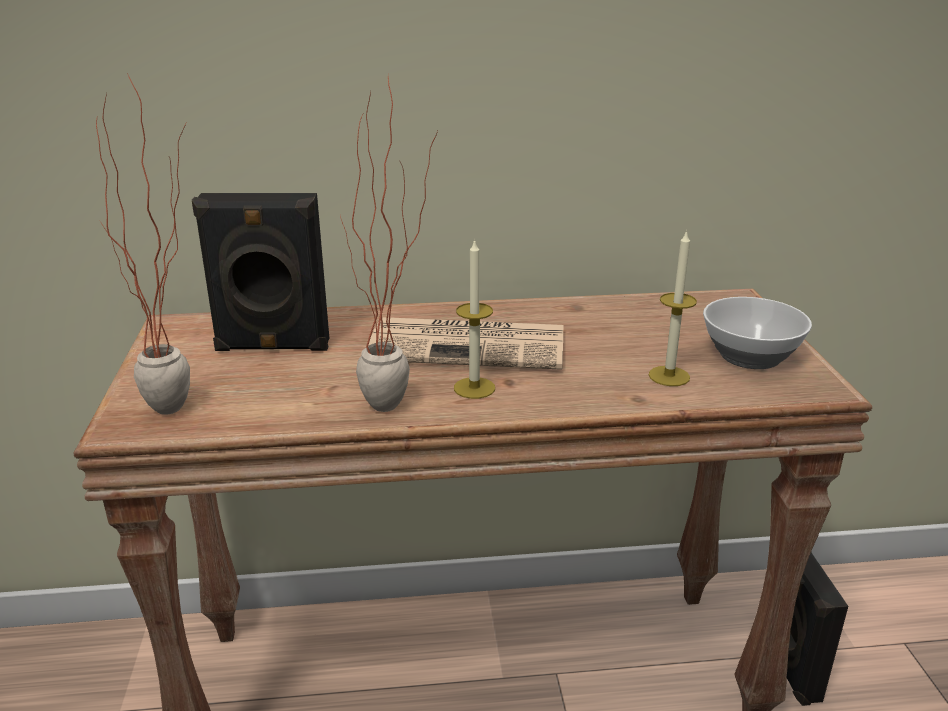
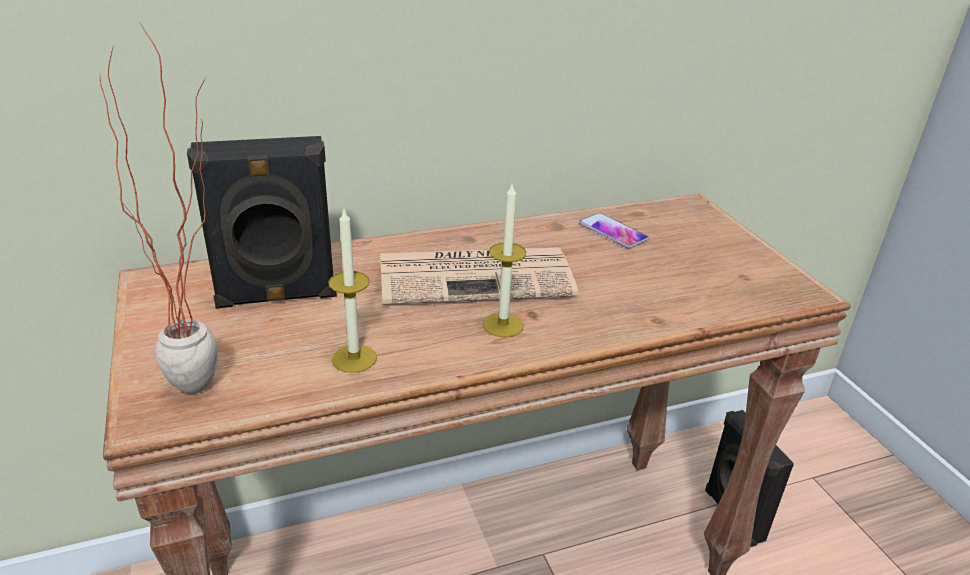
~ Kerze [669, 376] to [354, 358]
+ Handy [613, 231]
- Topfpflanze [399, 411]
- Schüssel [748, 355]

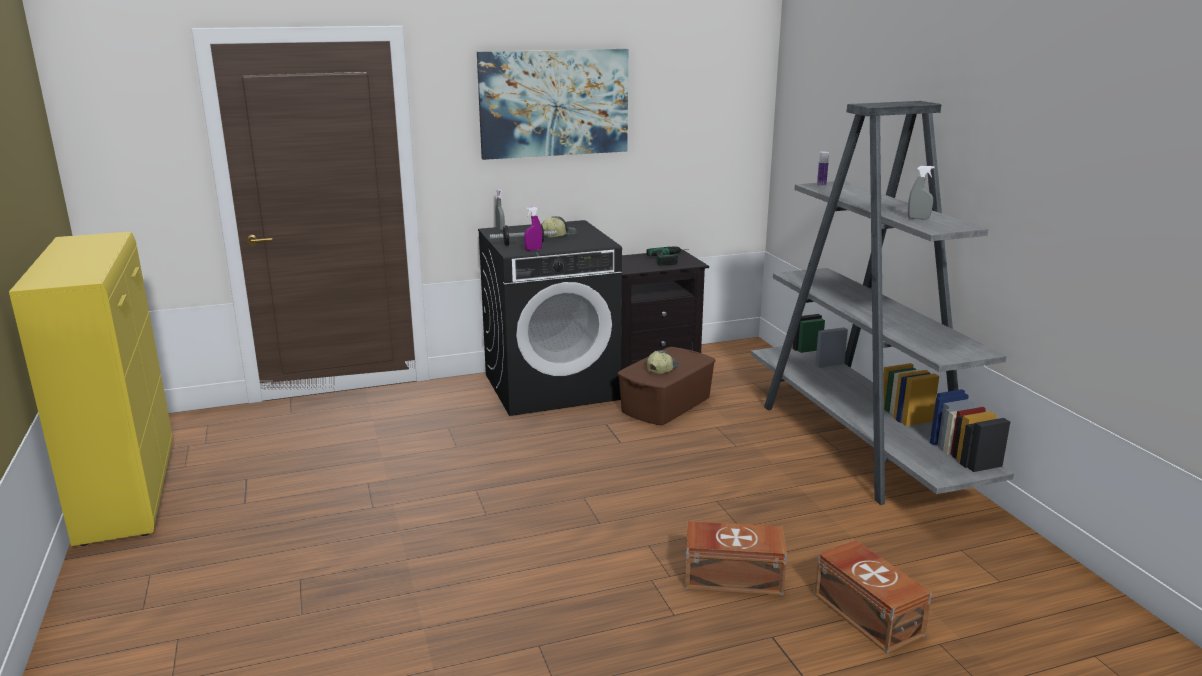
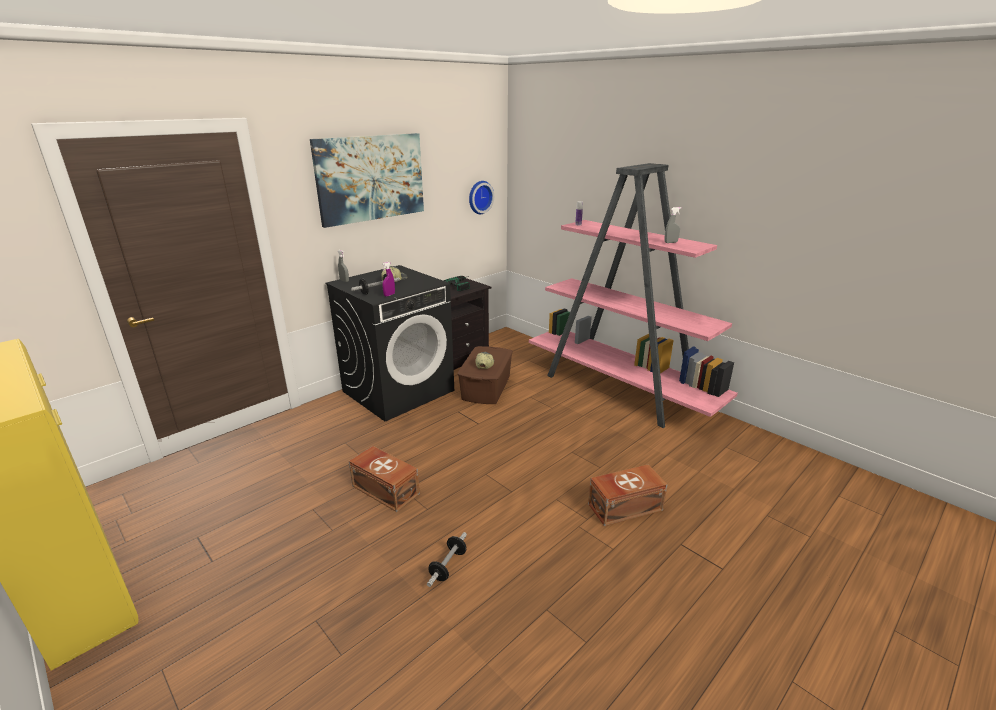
~ Aufbewahrungsbox/braun [867, 613] to [385, 489]
+ Hantel [448, 566]
+ Wanduhr [479, 197]
~ Bücherregal/grau [859, 445] to Bücherregal/rosa [620, 390]

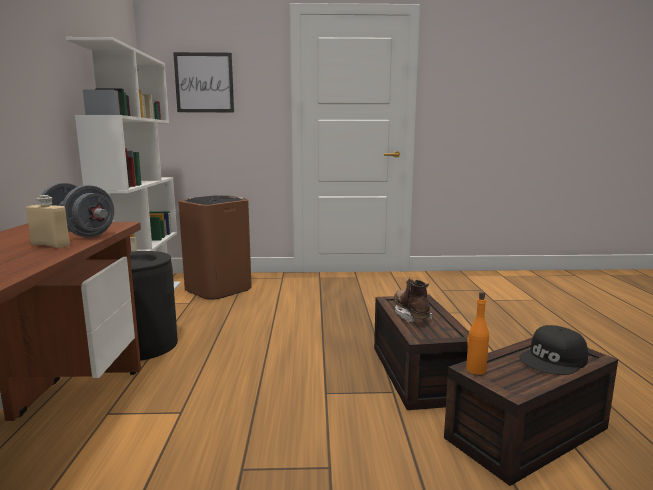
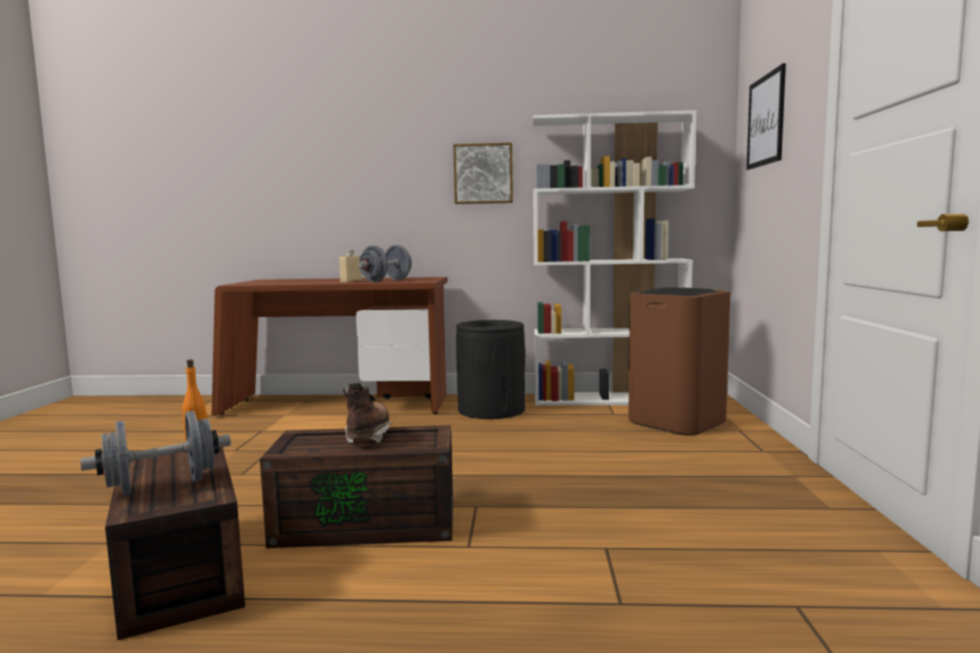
~ Kappe/schwarz [554, 360] to Hantel/grau [162, 485]
~ Stiefel/braun [411, 315] = [368, 436] 75 degrees counterclockwise
+ Bild [483, 174]

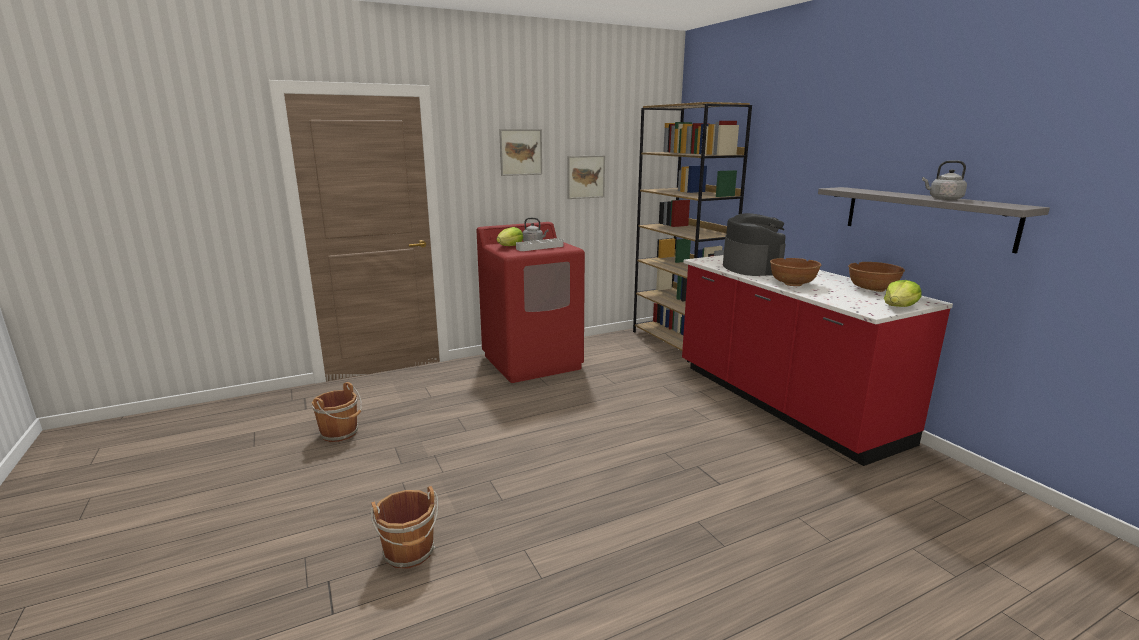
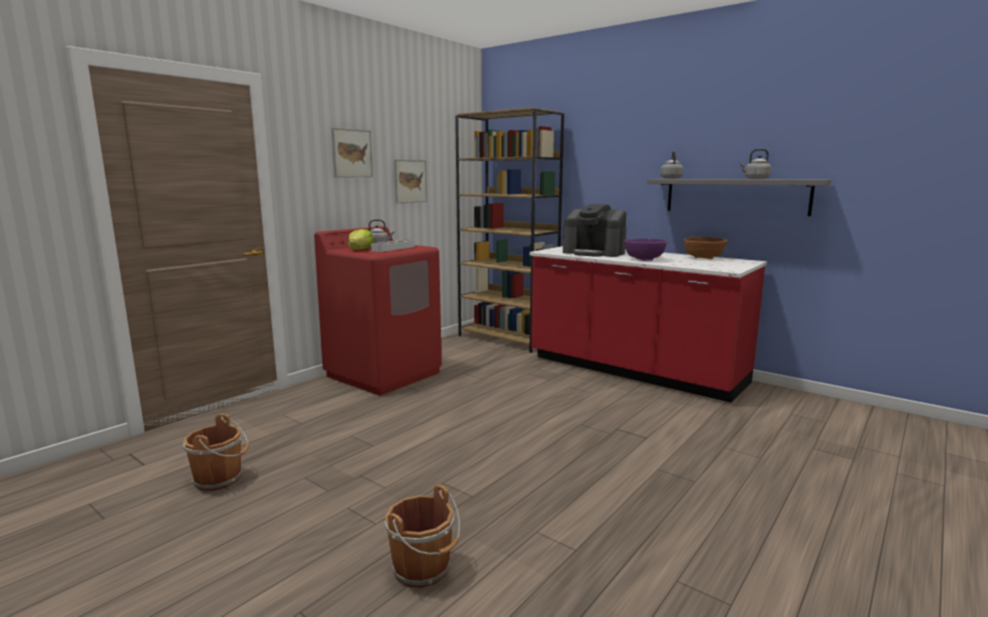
~ Kaffeemaschine [751, 267] = [594, 253] 150 degrees clockwise
~ Schüssel/braun [792, 283] to Schüssel/lila [644, 259]
+ Wasserkessel/grau [671, 178]
- Salatkopf [899, 307]

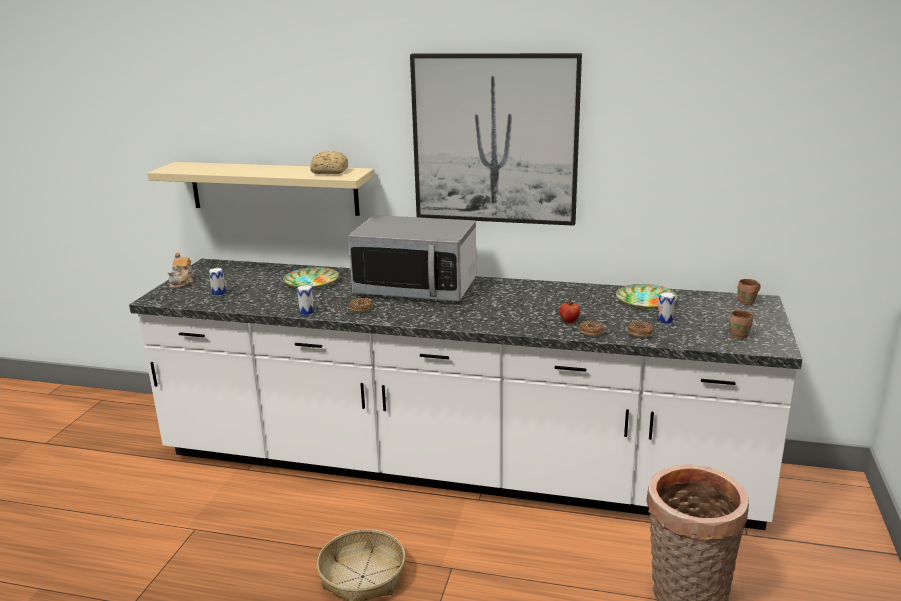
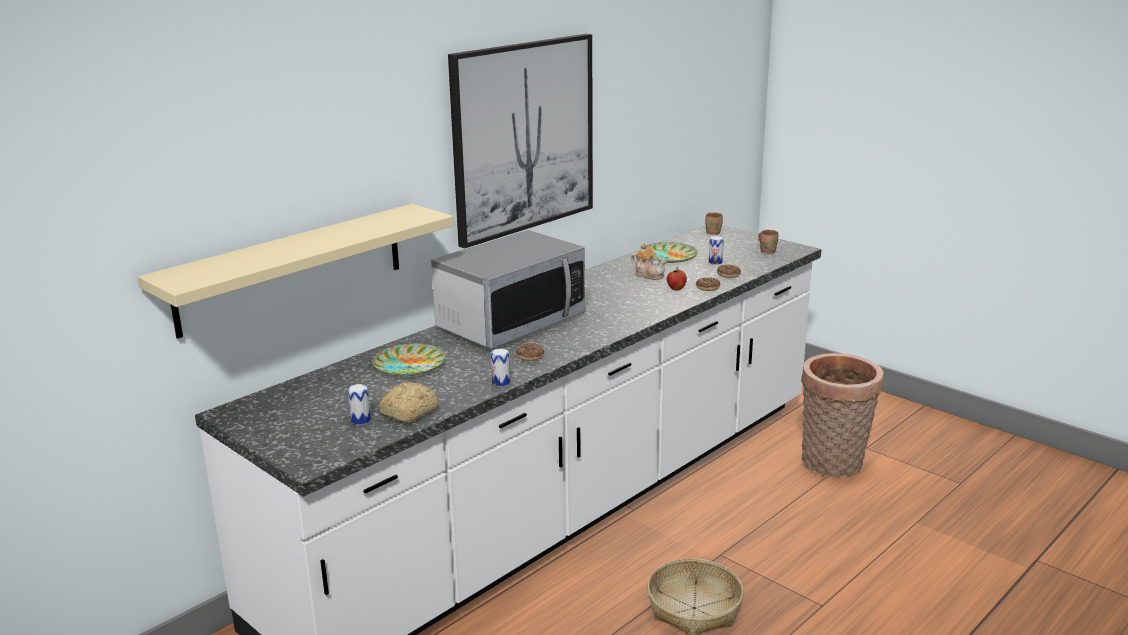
~ Brot [329, 171] to [408, 413]
~ Teekanne [182, 283] to [649, 275]

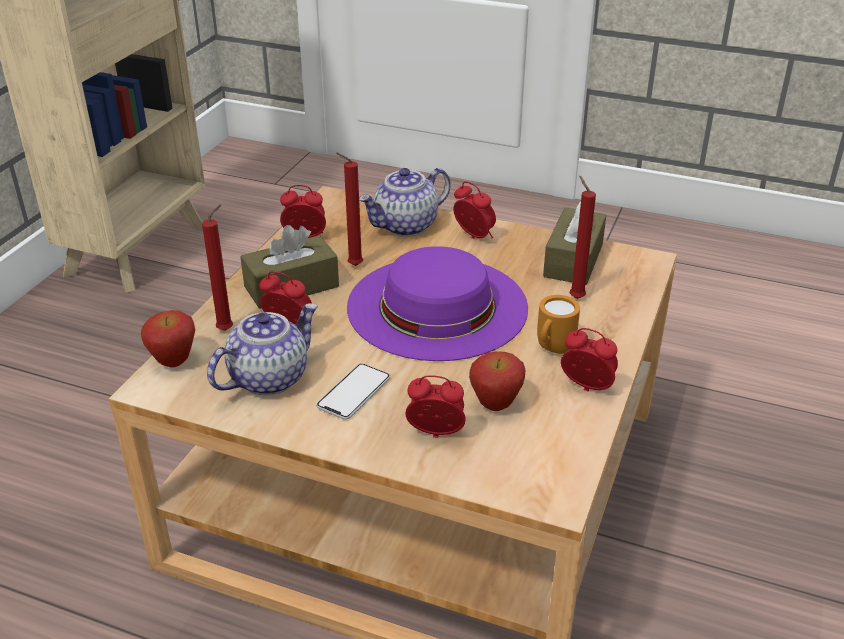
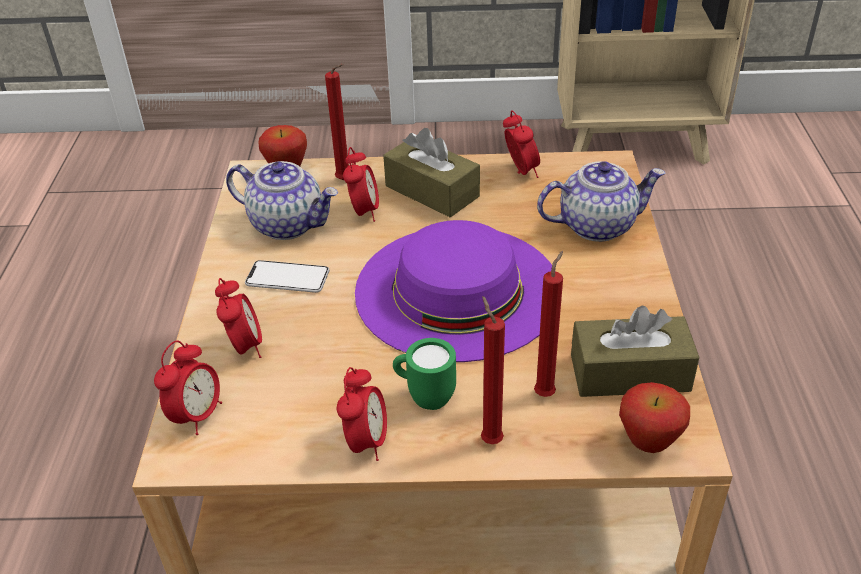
~ Wecker [474, 237] to [197, 415]
~ Henkelbecher/orange [552, 350] to Henkelbecher/grün [425, 397]
~ Kerze/rot [352, 266] to [490, 439]
~ Teekanne [406, 226] = [597, 225] 135 degrees clockwise
~ Apfel [495, 405] to [648, 443]

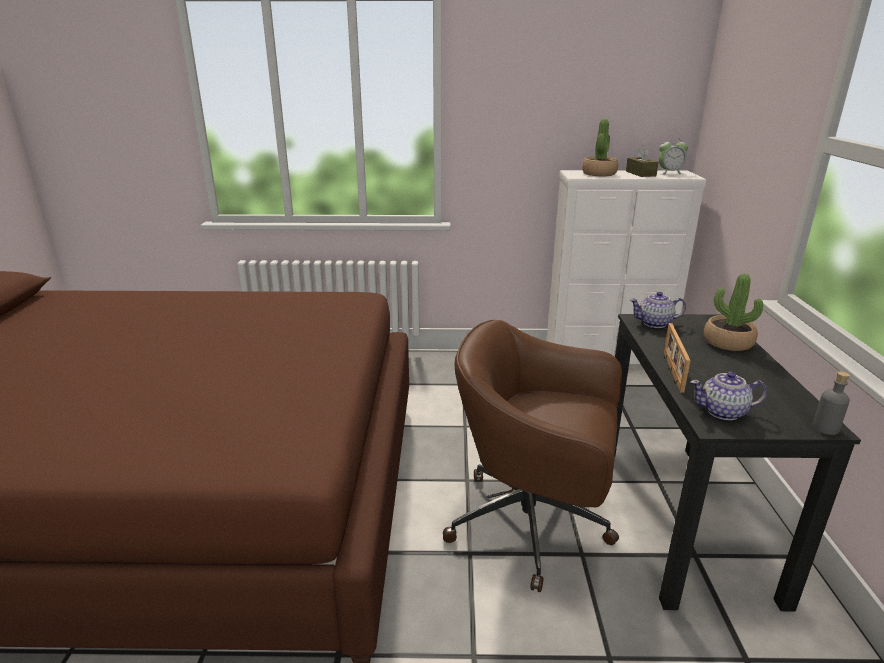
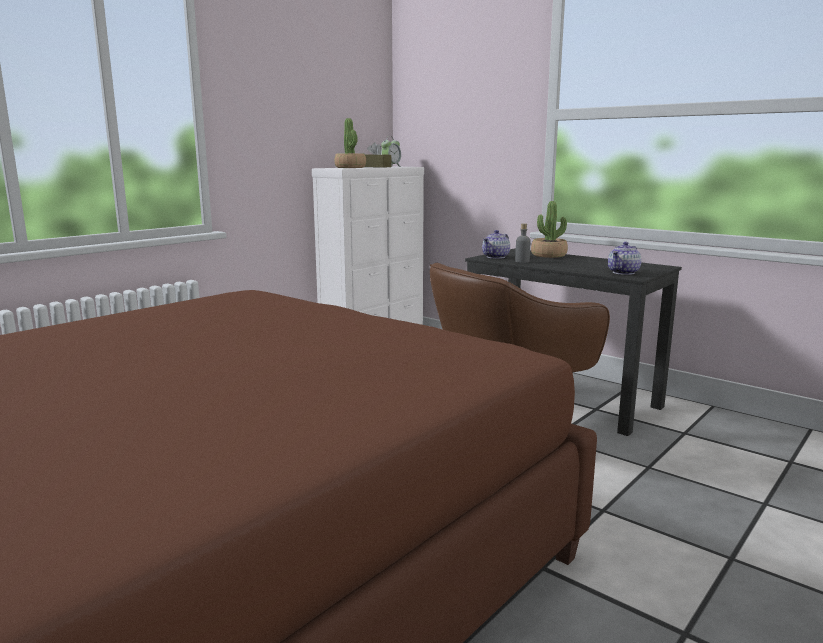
~ Flasche/grau [825, 428] to [522, 261]
- Bilderrahmen [671, 371]

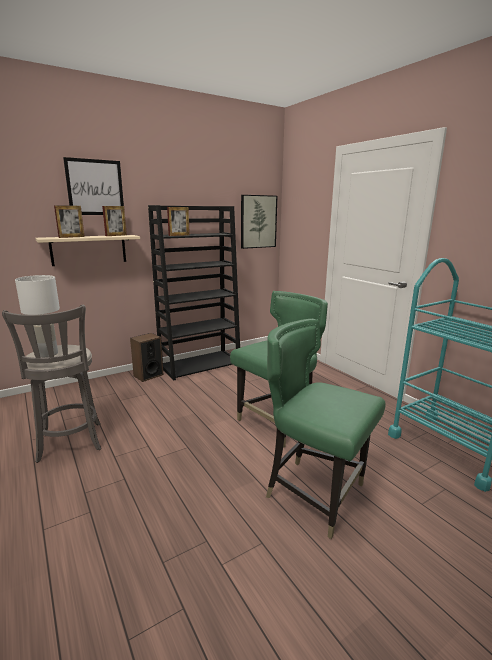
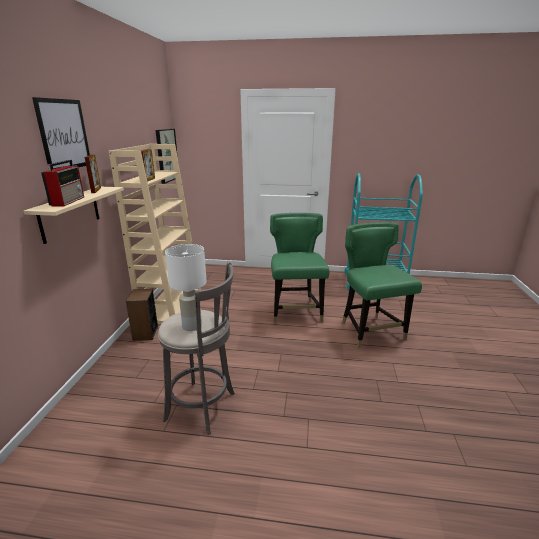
~ Bilderrahmen [71, 237] to Radio [68, 201]
~ Bücherregal/schwarz [200, 364] to Bücherregal/beige [171, 304]
~ Stuhl/grün [315, 493] = [371, 331] 90 degrees clockwise

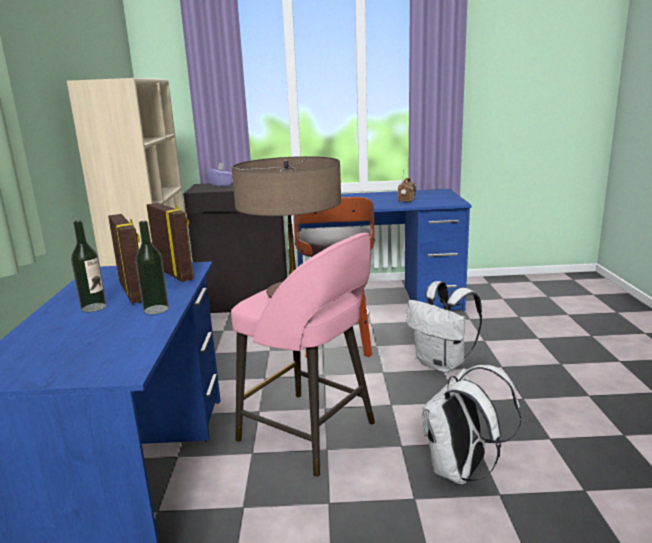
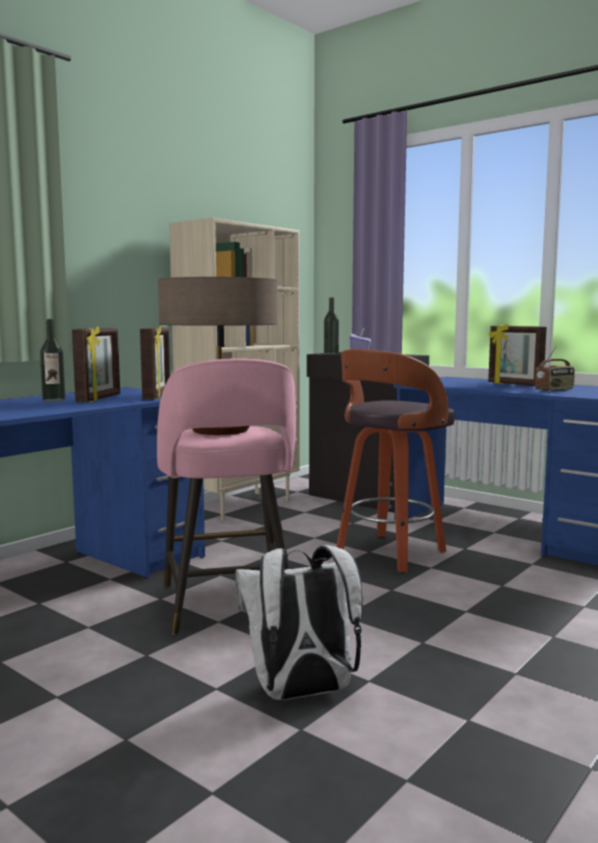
~ Flasche [156, 309] to [331, 353]
+ Bilderrahmen [514, 384]
- Rucksack/weiß [442, 364]

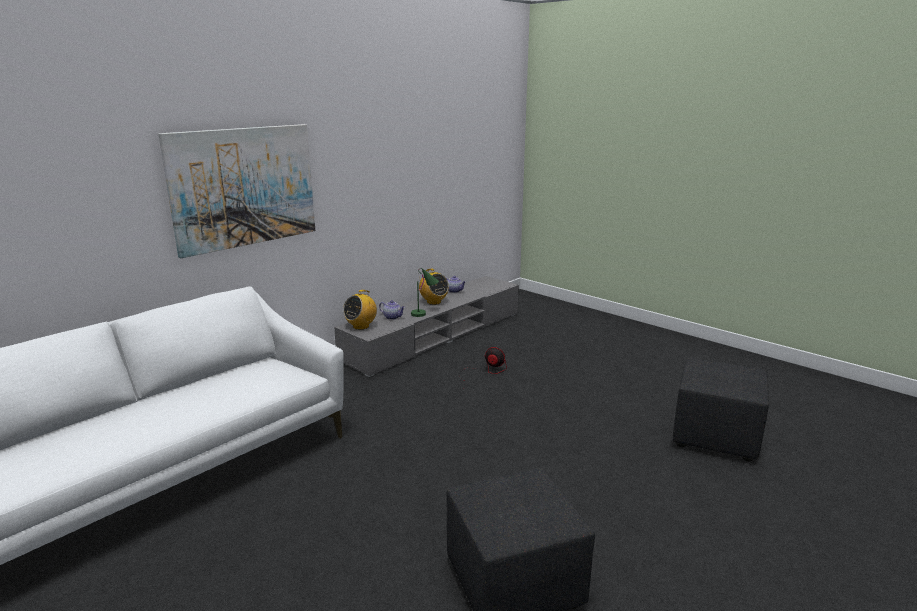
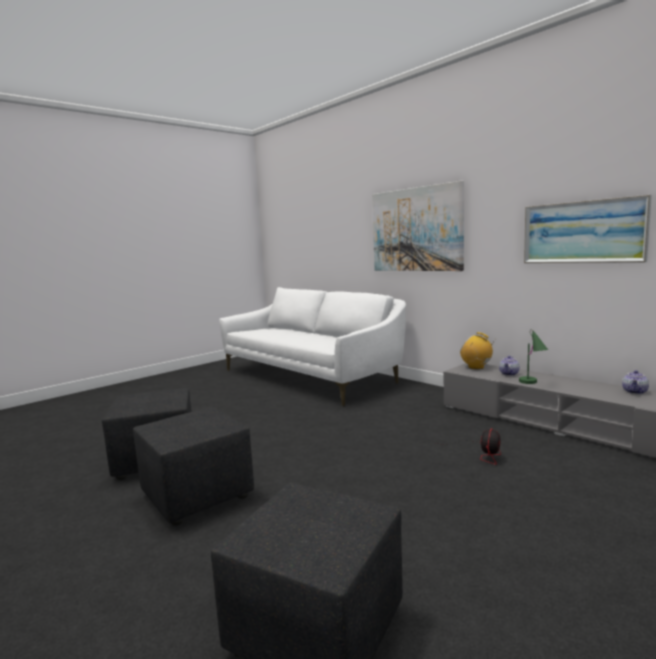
+ Polsterhocker/schwarz [196, 496]
+ Bild [582, 232]
- Radio [433, 302]

